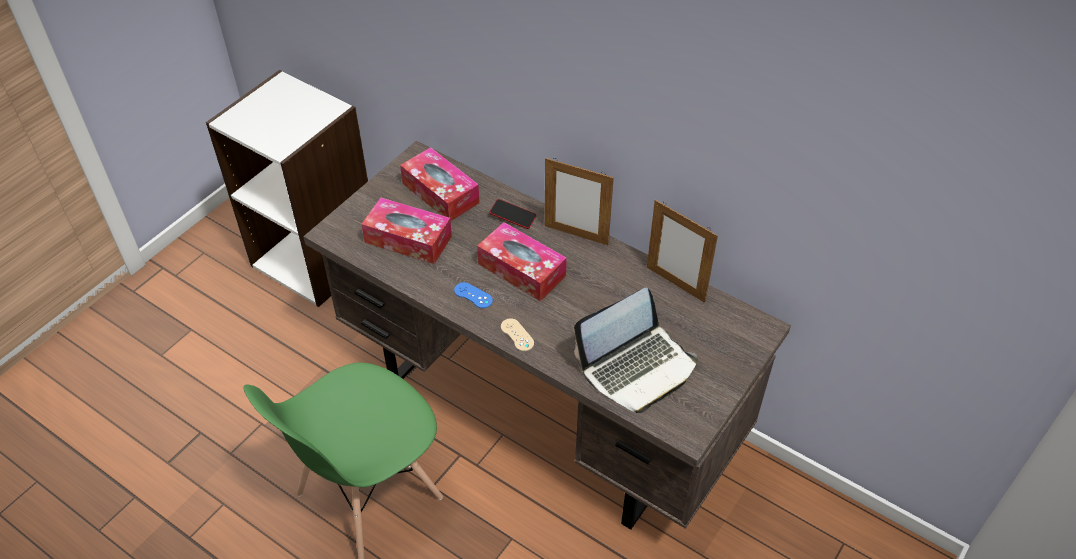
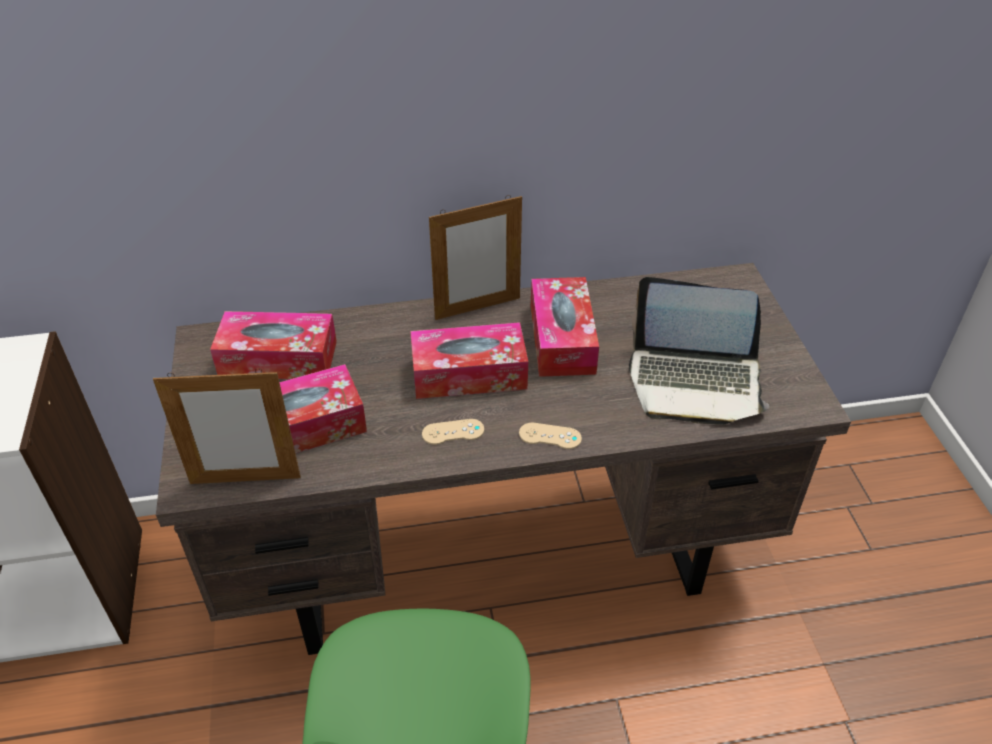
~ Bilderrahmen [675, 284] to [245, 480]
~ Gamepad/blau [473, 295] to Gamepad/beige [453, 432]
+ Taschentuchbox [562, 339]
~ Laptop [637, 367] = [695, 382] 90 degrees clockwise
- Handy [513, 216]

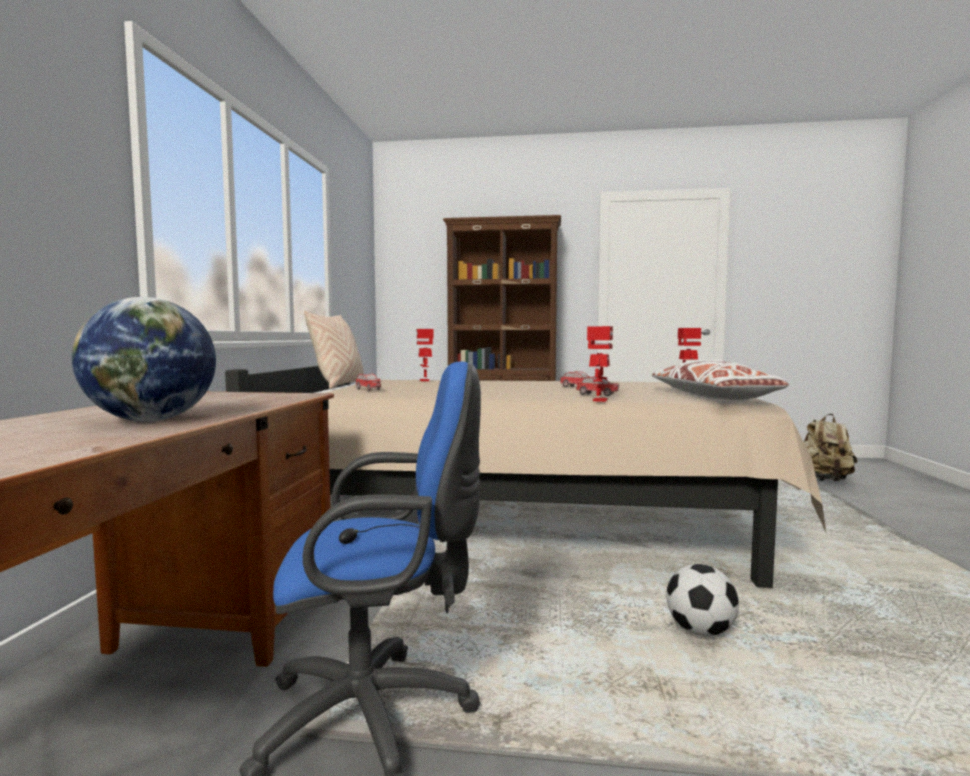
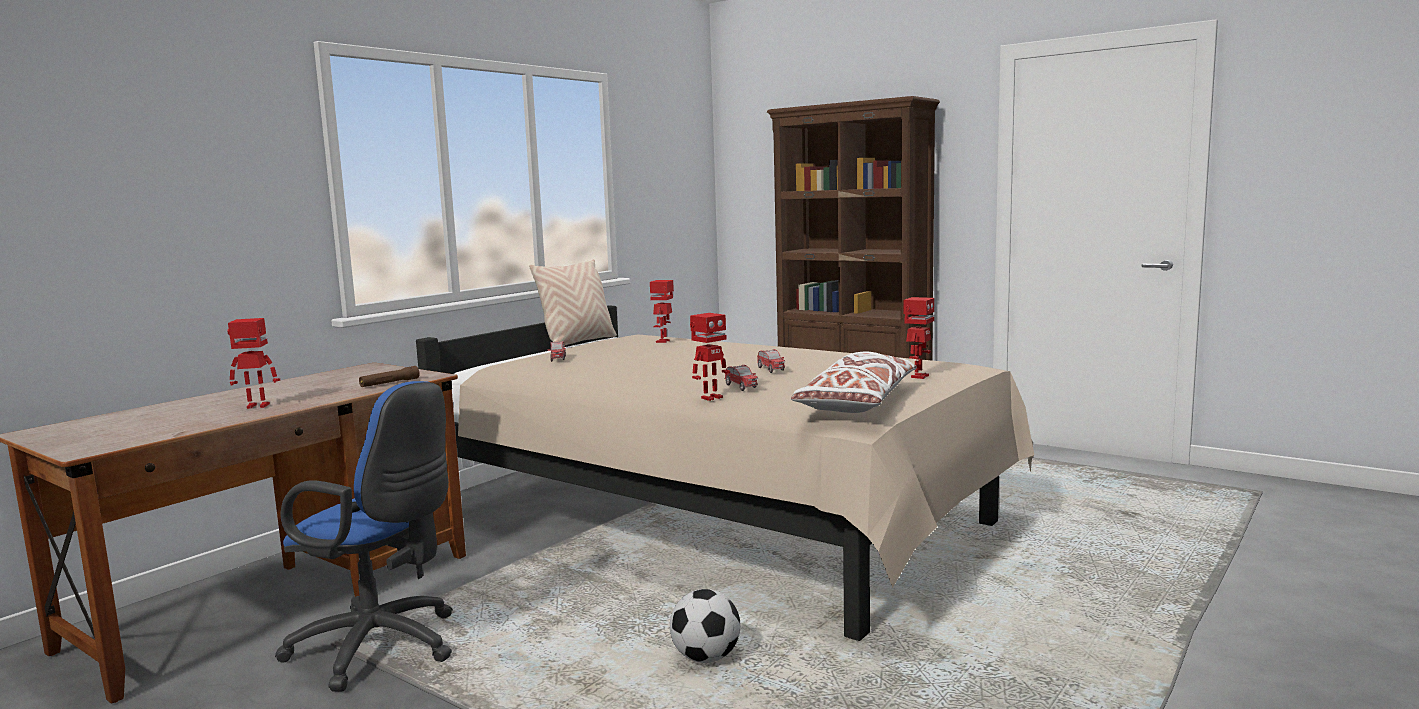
~ Globus [150, 420] to Spielzeugroboter [257, 406]
+ Taschenlampe/braun [389, 383]
- Rucksack/beige [824, 480]

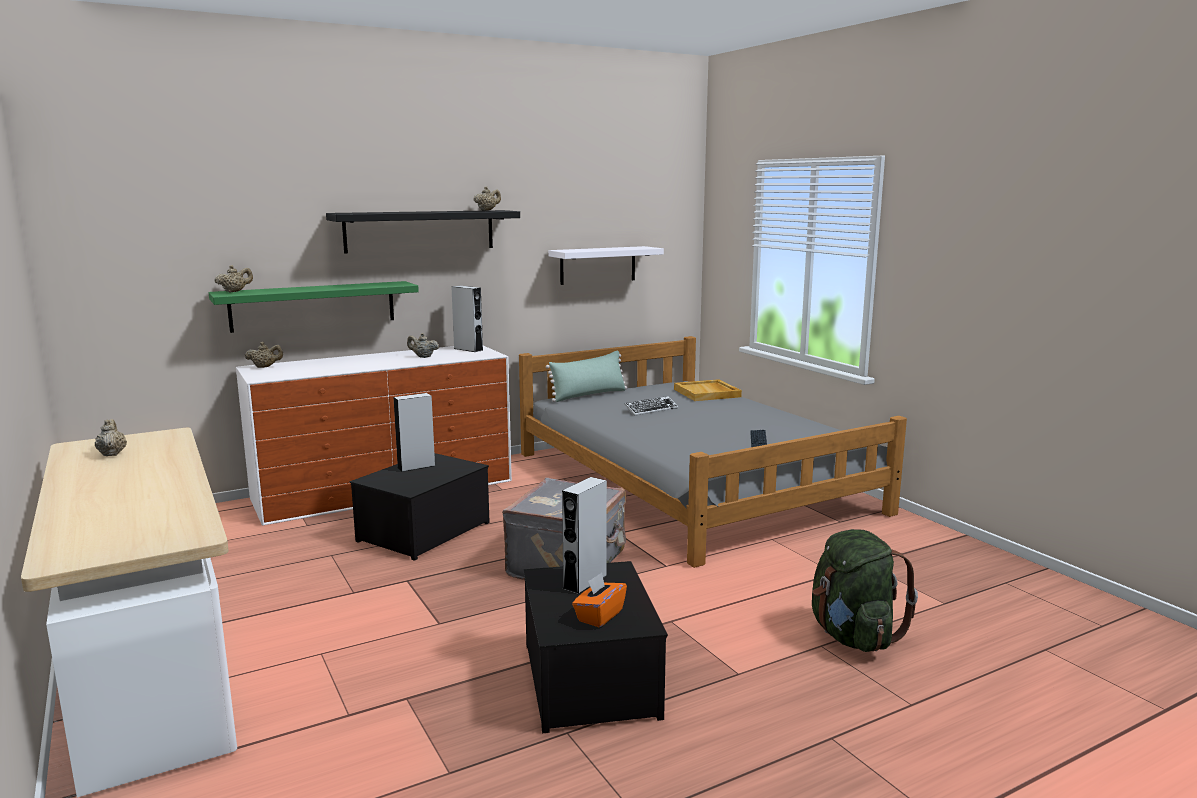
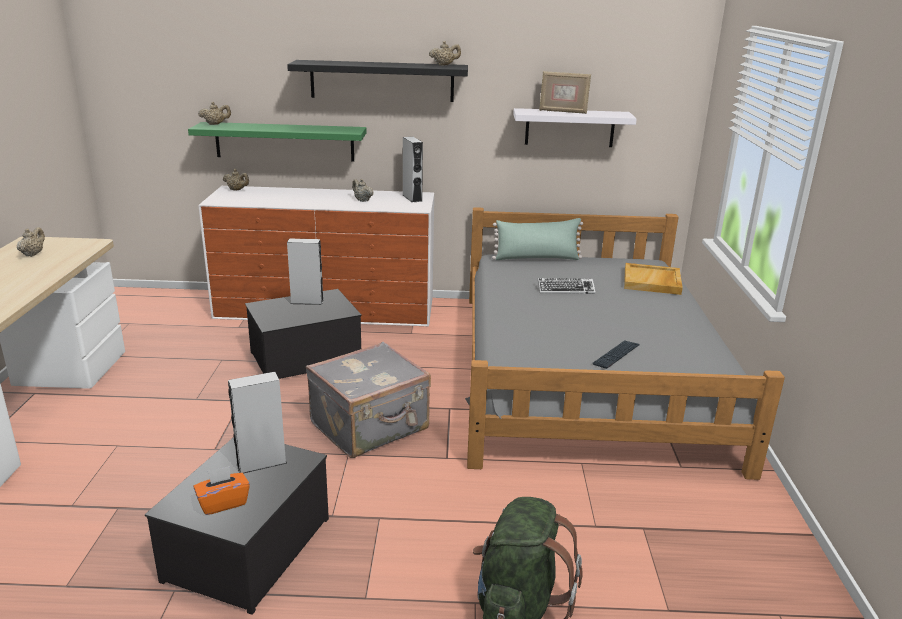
+ Bilderrahmen [563, 111]

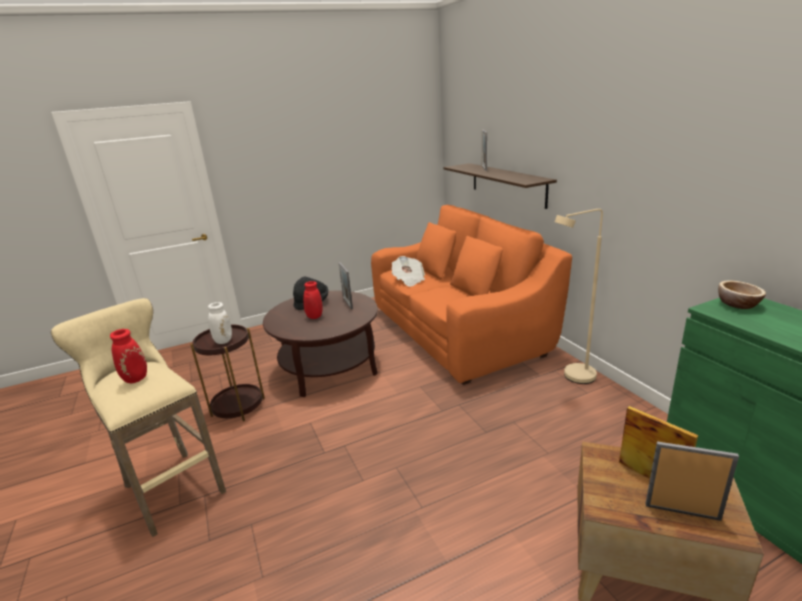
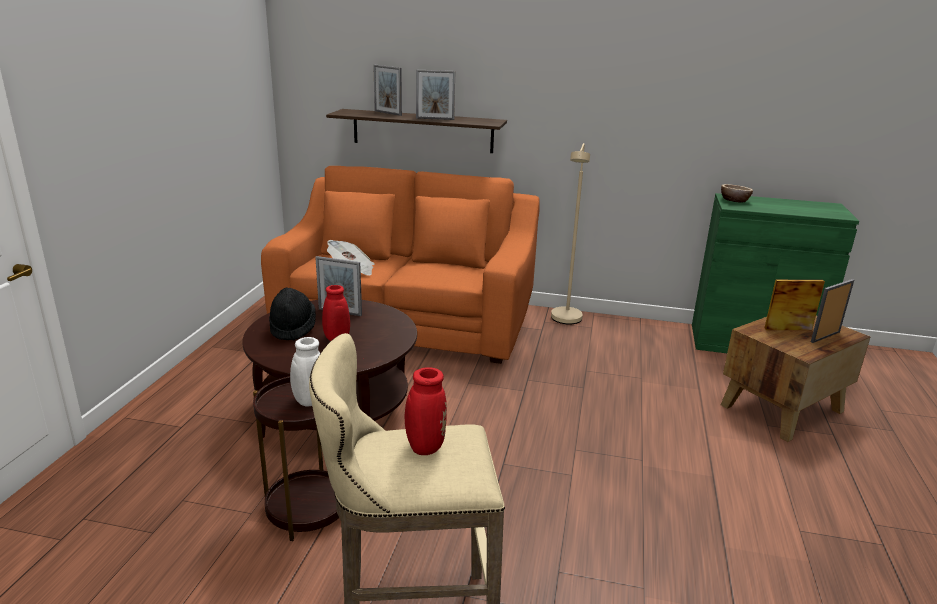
+ Bilderrahmen [435, 119]

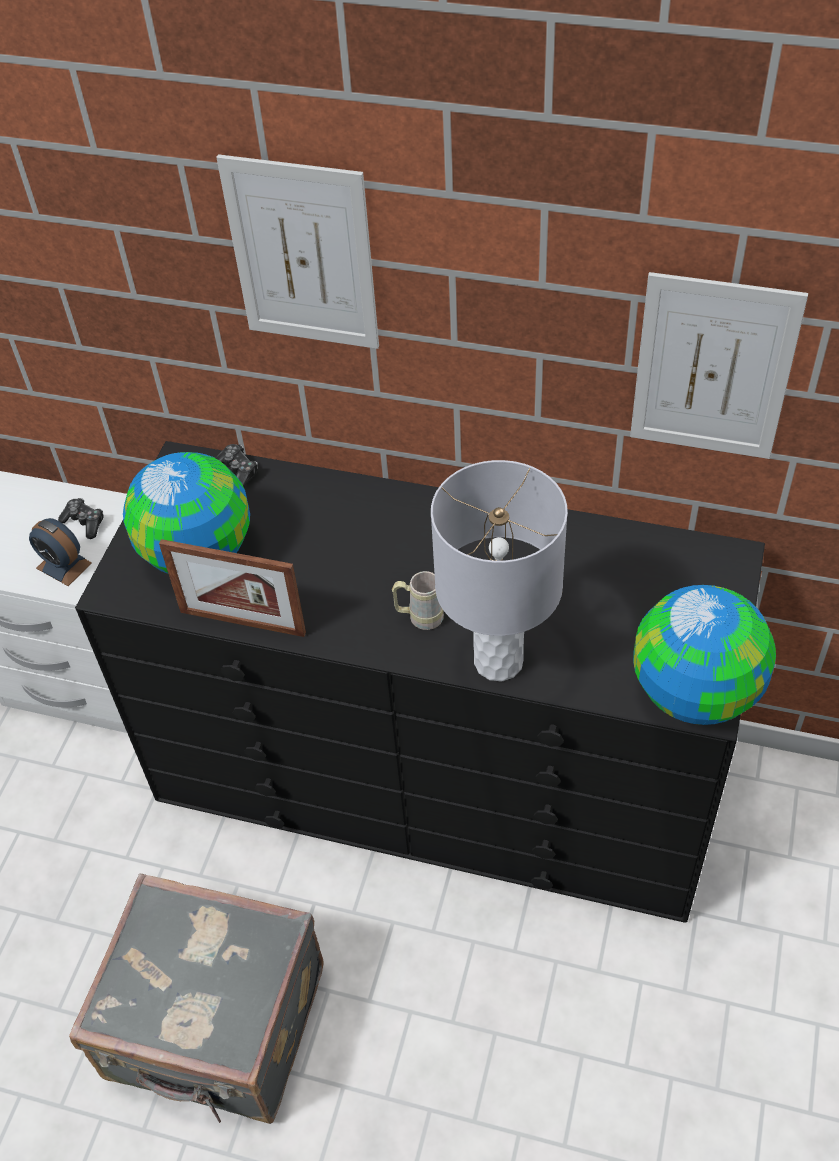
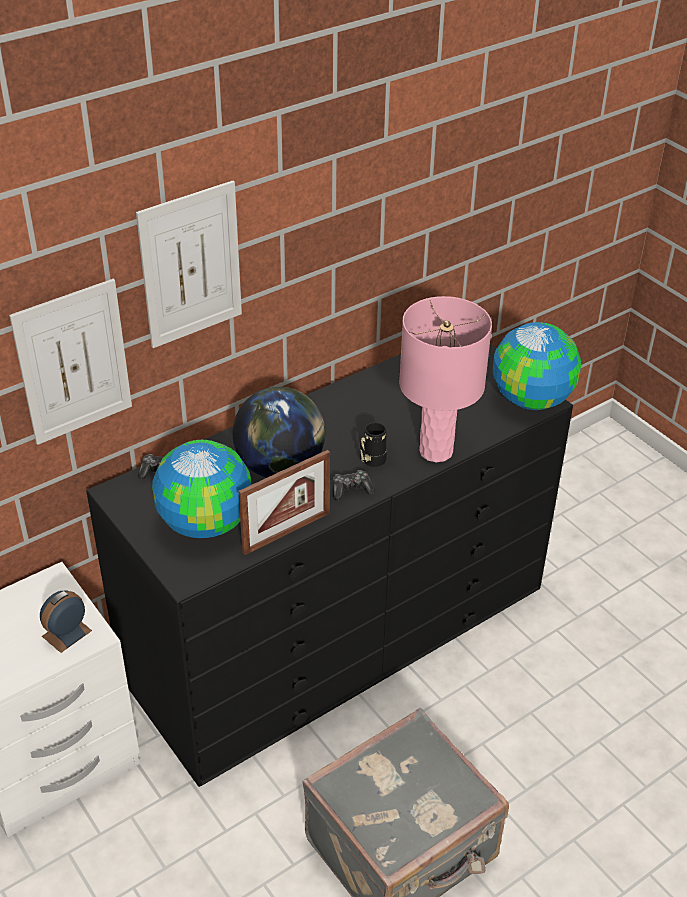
~ Bild [712, 368] to [73, 362]
~ Wecker [64, 565] = [66, 633] 150 degrees clockwise
+ Globus [280, 467]
~ Gamepad [84, 522] to [351, 489]
~ Henkelbecher/beige [419, 617] to Henkelbecher/schwarz [371, 462]
~ Tischlampe/grau [497, 661] to Tischlampe/rosa [435, 451]

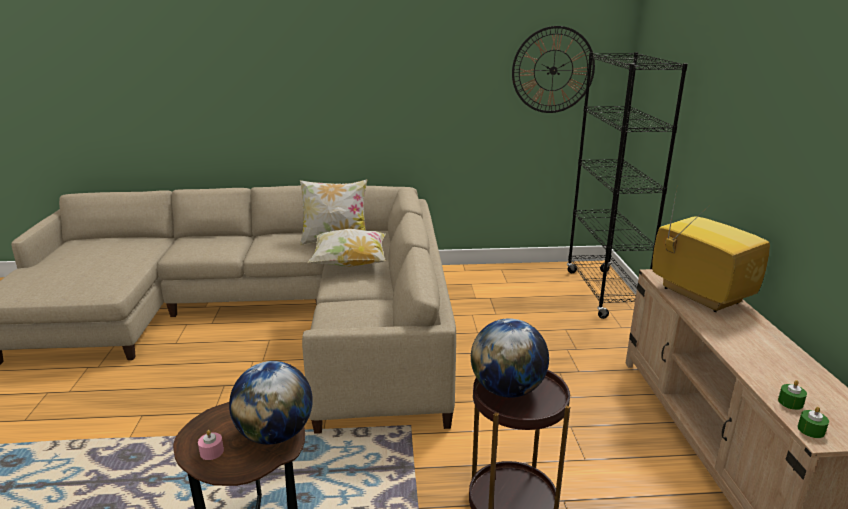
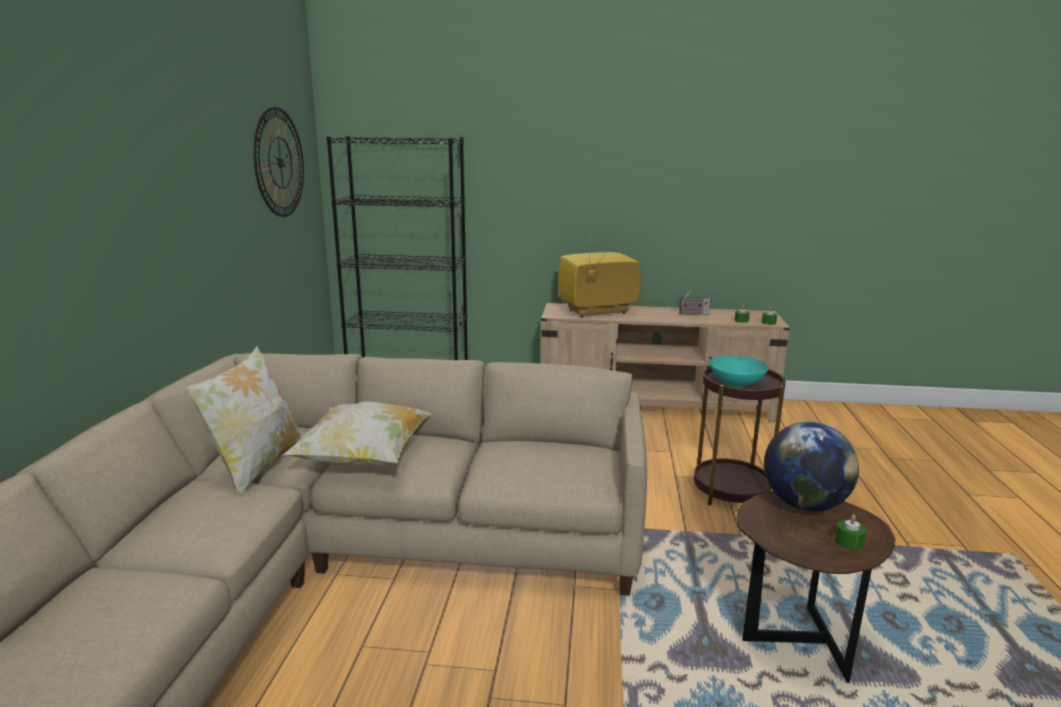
+ Radio [692, 314]
~ Globus [507, 390] to Schüssel/türkis [737, 384]
~ Kerze/rosa [212, 452] to Kerze/grün [849, 542]

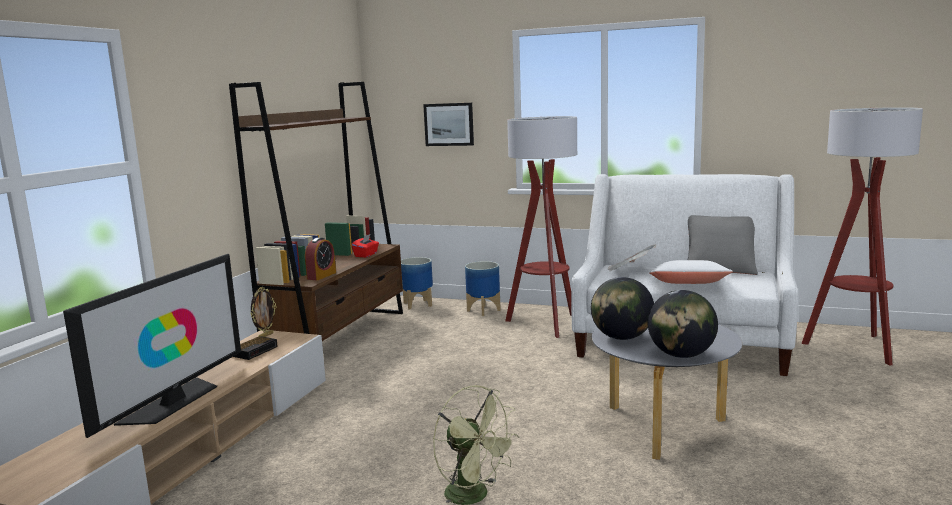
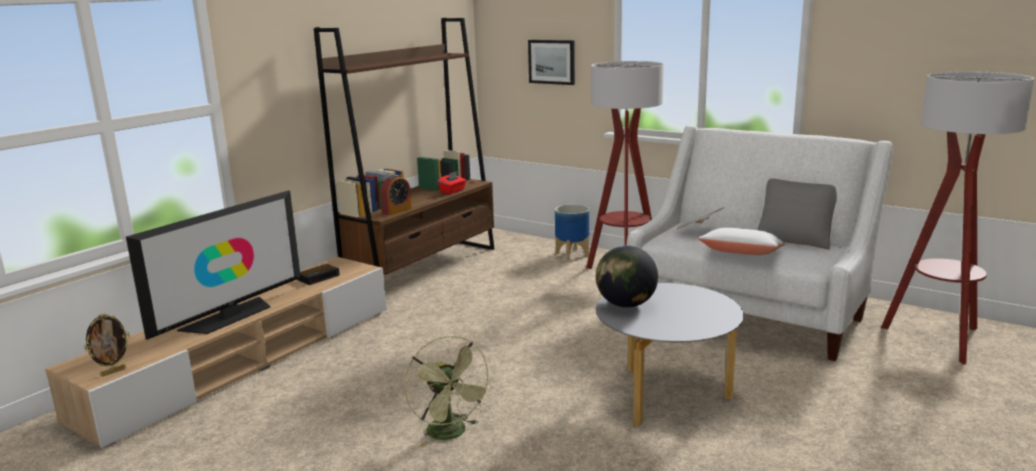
~ Bilderrahmen [265, 335] to [113, 372]
- Pflanzkübel [417, 304]
- Globus [681, 355]

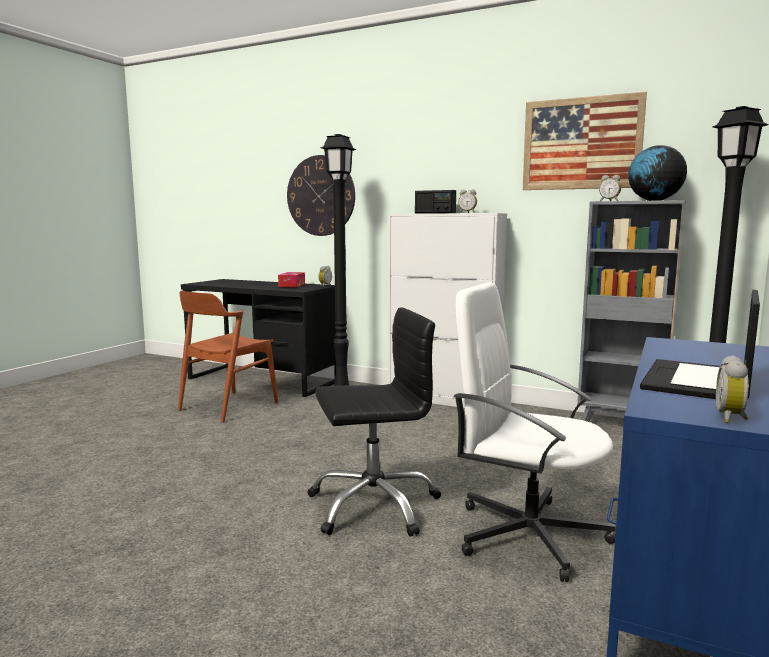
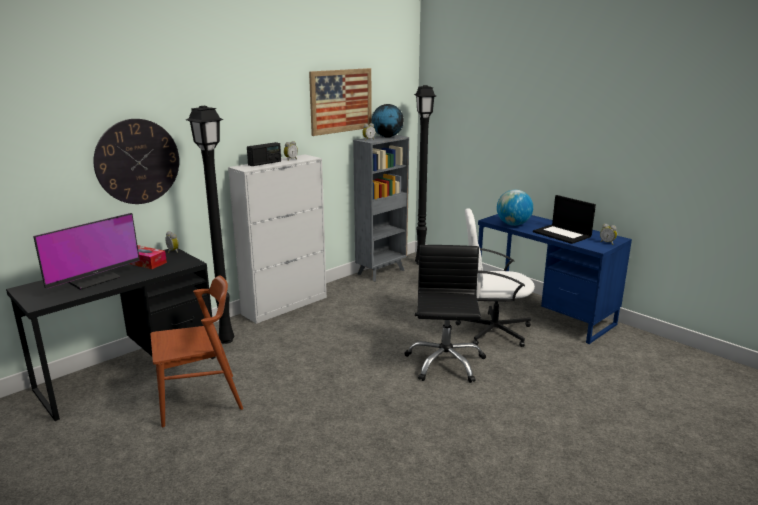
+ Monitor [92, 279]
~ Stuhl/braun [228, 406] = [200, 399] 75 degrees counterclockwise
~ Bürostuhl/weiß [527, 534] = [492, 330] 45 degrees clockwise
+ Globus [513, 224]

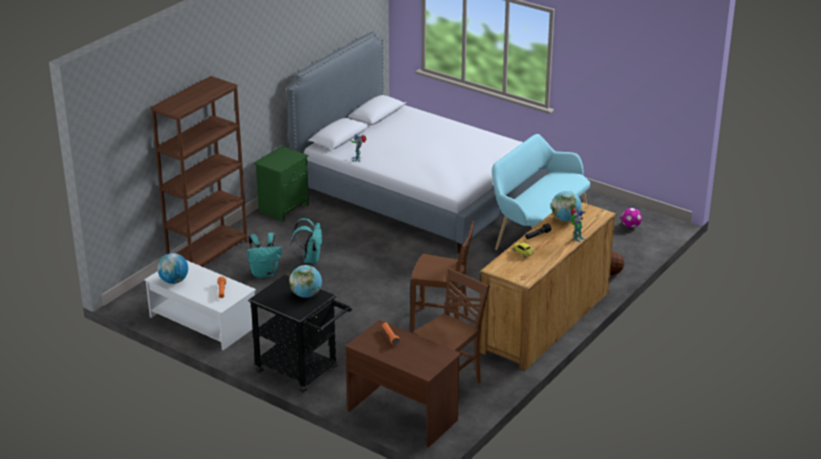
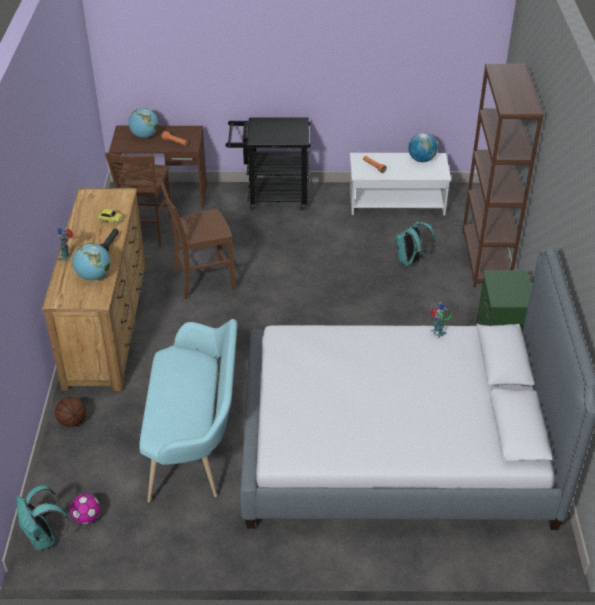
~ Rucksack/türkis [310, 259] to [44, 538]
~ Globus [306, 295] to [144, 136]

